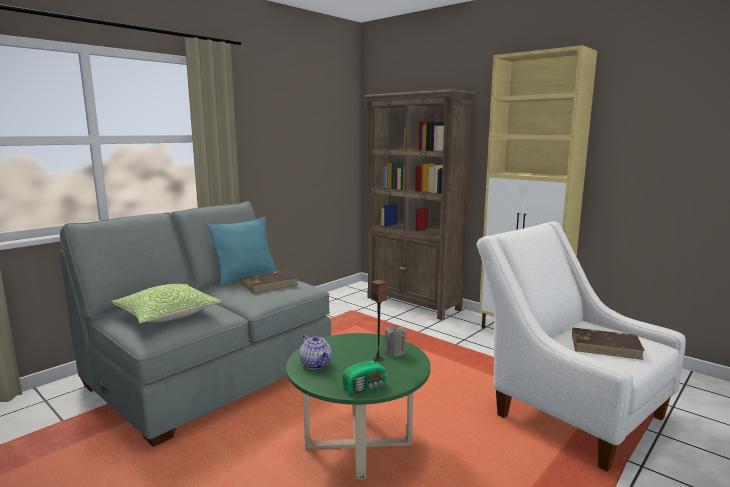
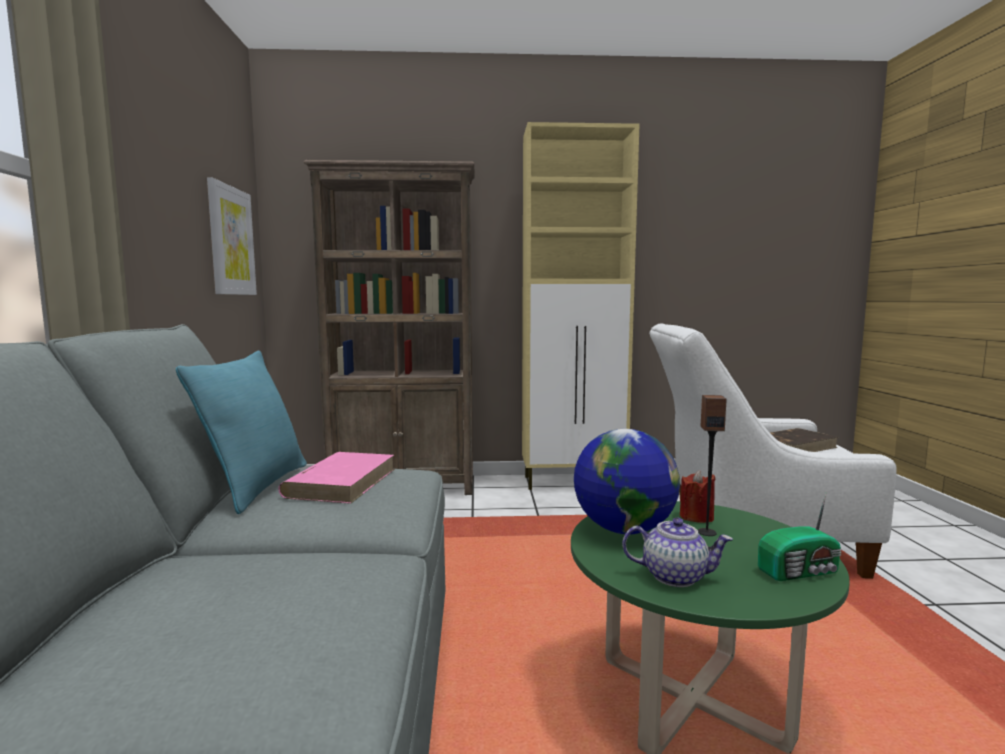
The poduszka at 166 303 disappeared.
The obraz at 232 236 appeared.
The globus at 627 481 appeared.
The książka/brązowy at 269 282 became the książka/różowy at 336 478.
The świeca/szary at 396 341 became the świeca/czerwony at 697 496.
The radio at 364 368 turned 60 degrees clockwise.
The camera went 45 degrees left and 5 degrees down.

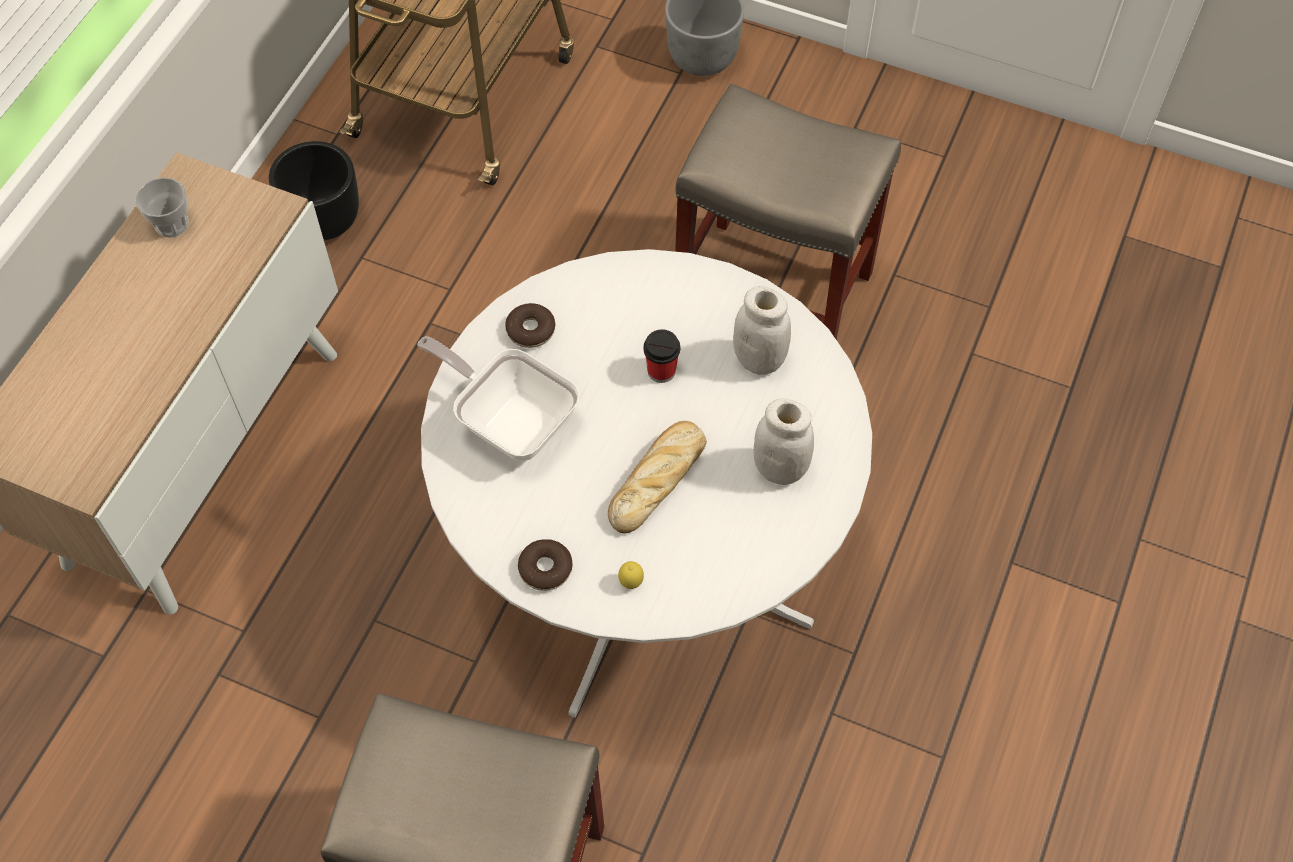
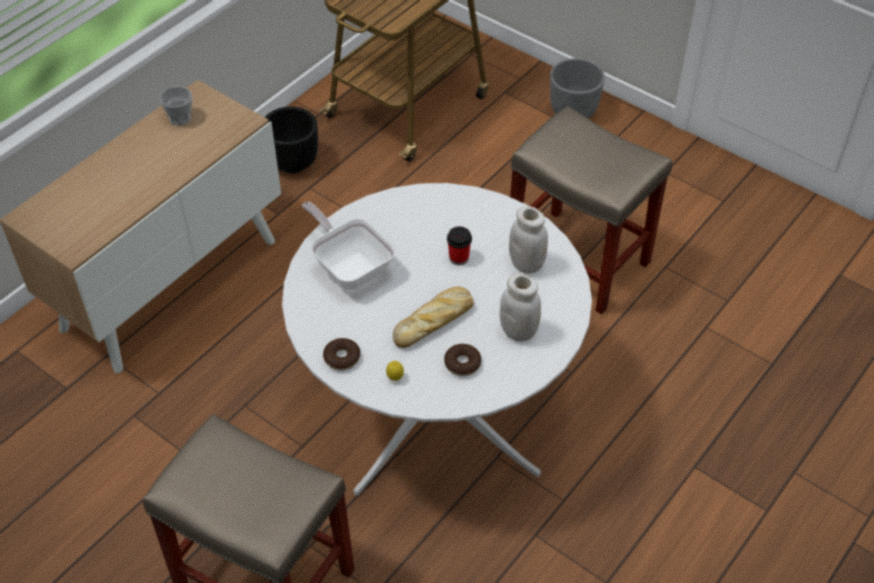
The donut moved from 530 325 to 462 360.
The camera went 15 degrees right and 10 degrees down.

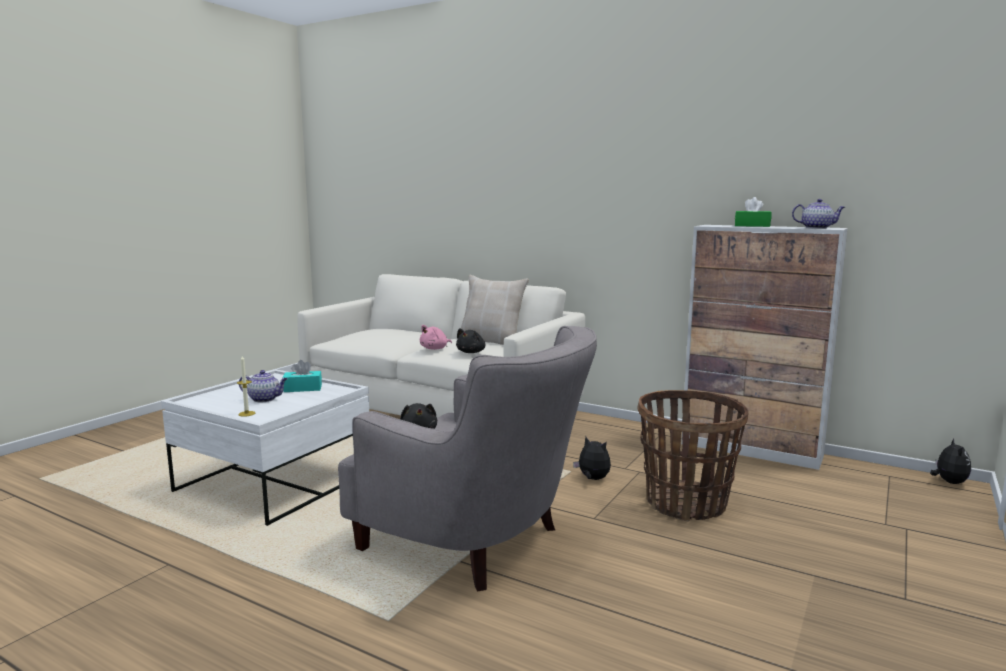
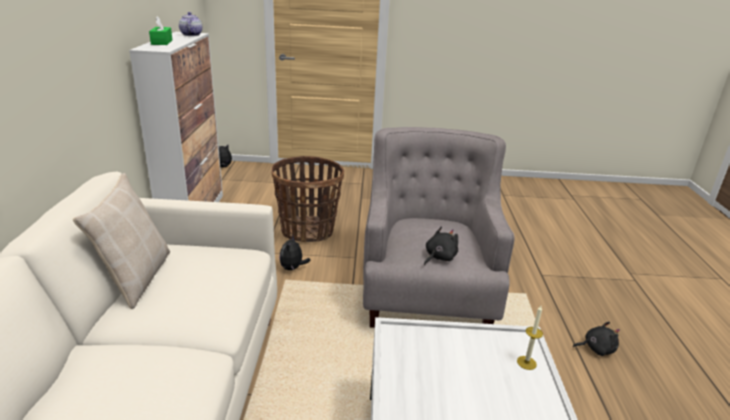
The imbryk at 263 386 disappeared.
The pudełko chusteczek/turkusowy at 302 376 disappeared.
The pluszak/różowy at 436 337 disappeared.
The pluszak/czarny moved from 470 340 to 596 339.
The camera went 120 degrees left and 15 degrees up.

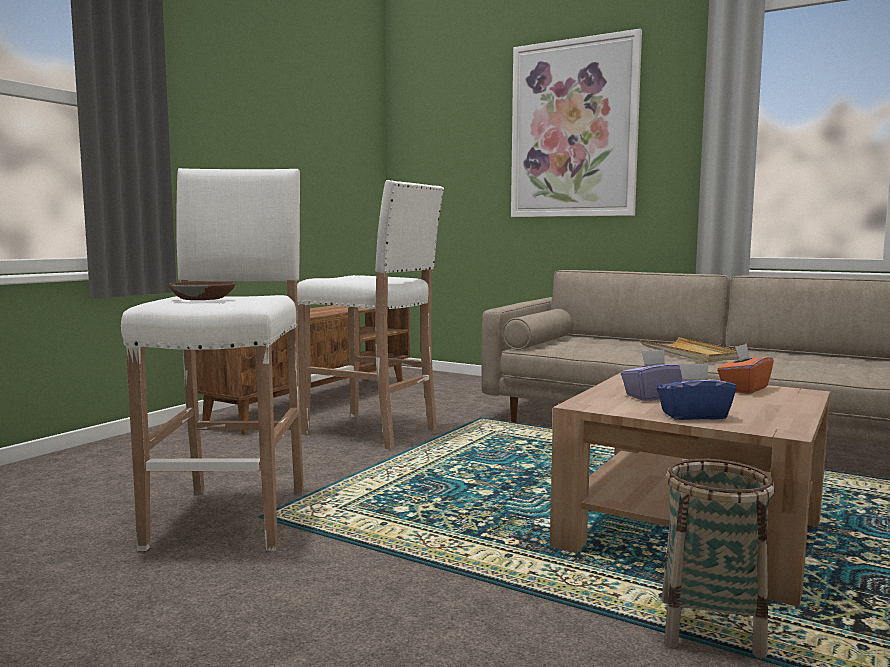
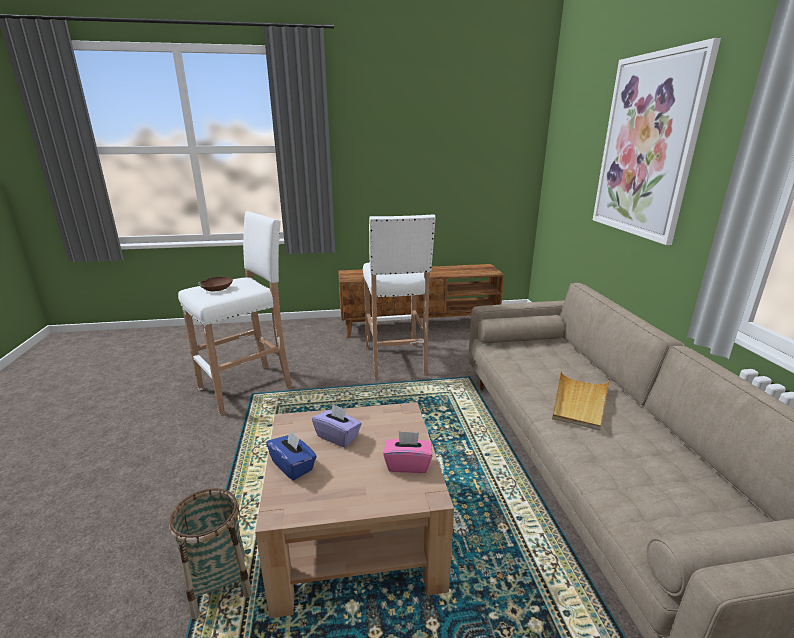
The pudełko chusteczek/pomarańczowy at 745 369 became the pudełko chusteczek/różowy at 407 452.
The camera went 50 degrees right and 15 degrees up.

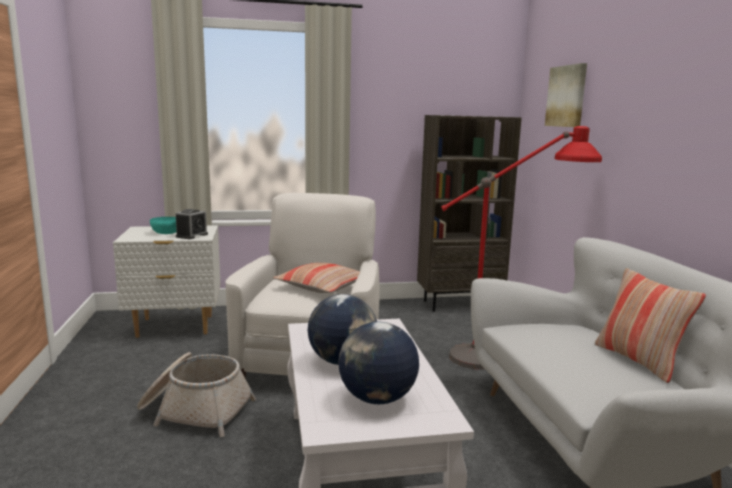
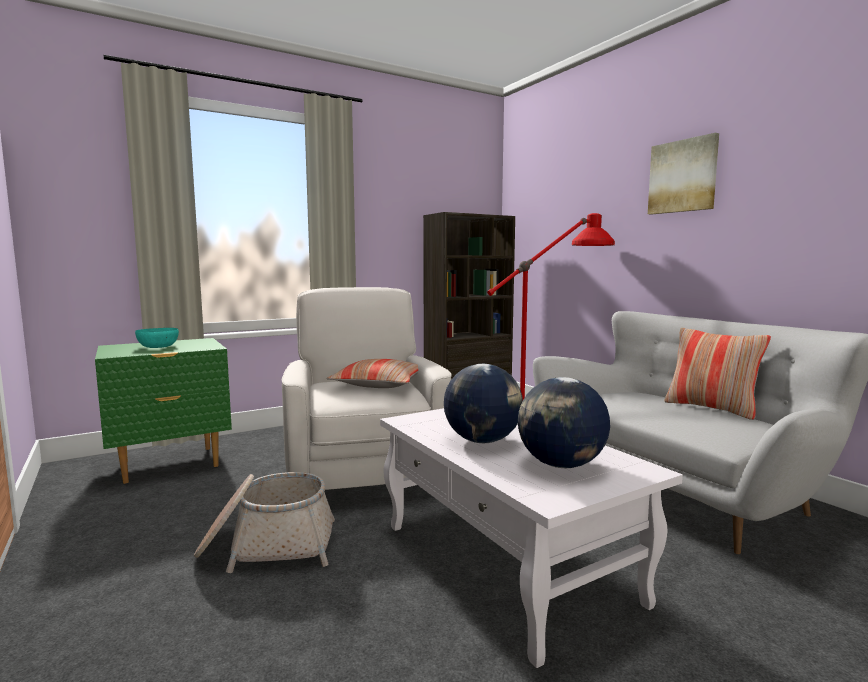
The budzik at 191 224 disappeared.
The obraz moved from 566 95 to 683 174.
The szafka nocna/biały at 166 281 became the szafka nocna/zielony at 163 411.
The camera went 20 degrees left and 5 degrees down.

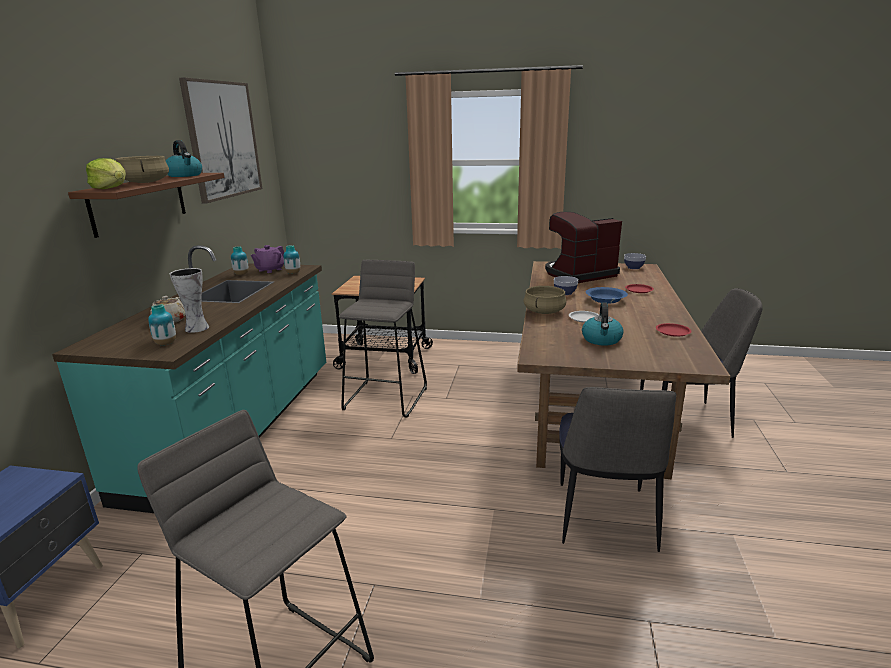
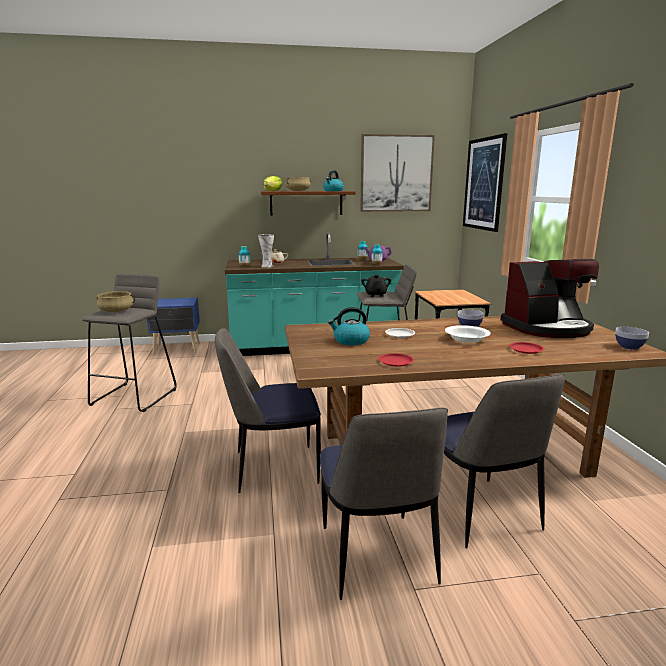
The krzesło at 384 504 appeared.
The imbryk/czarny at 376 286 appeared.
The obraz at 485 182 appeared.
The garnek/beżowy moved from 544 300 to 116 301.
The miska/niebieski at 607 295 became the miska/biały at 468 334.
The ekspres do kawy at 583 247 turned 120 degrees clockwise.
The camera went 70 degrees right and 5 degrees down.

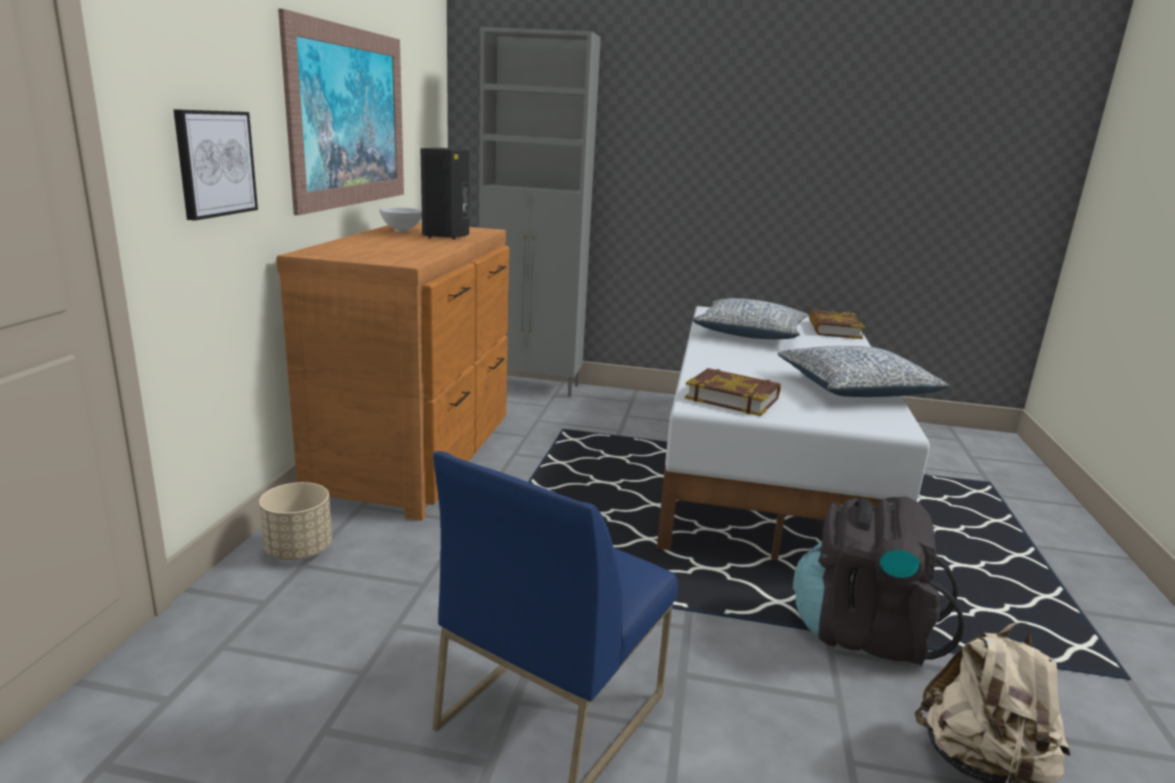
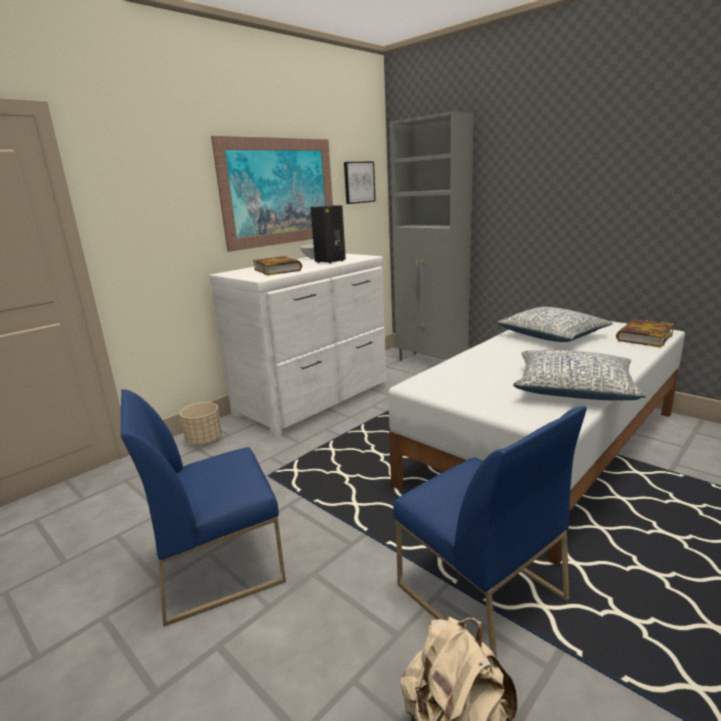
The obraz moved from 215 165 to 360 183.
The książka moved from 733 392 to 277 265.
The plecak/czarny at 878 581 was replaced by the krzesło/niebieski at 490 532.
The komoda/brązowy at 392 372 became the komoda/biały at 298 345.
The camera went 35 degrees right and 0 degrees up.

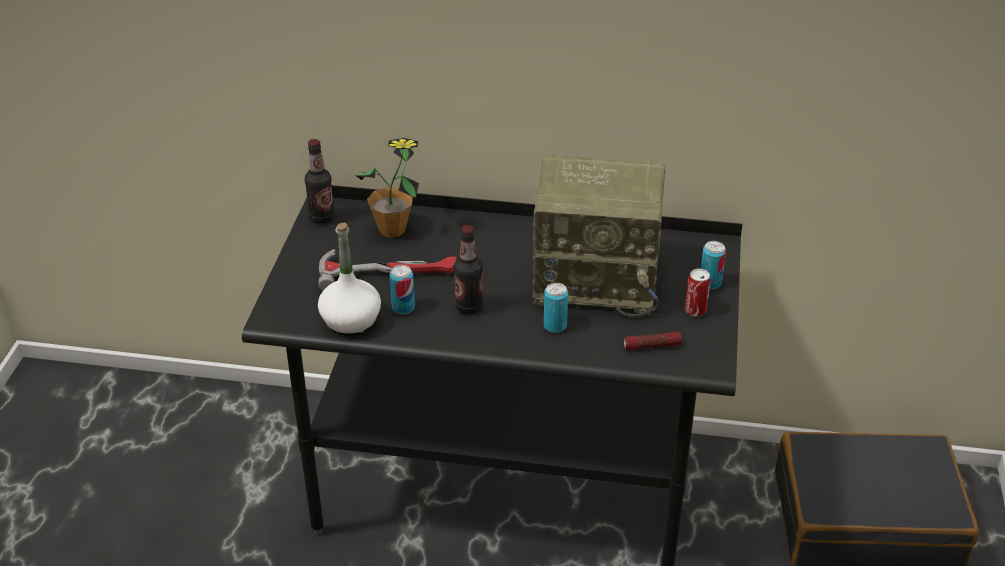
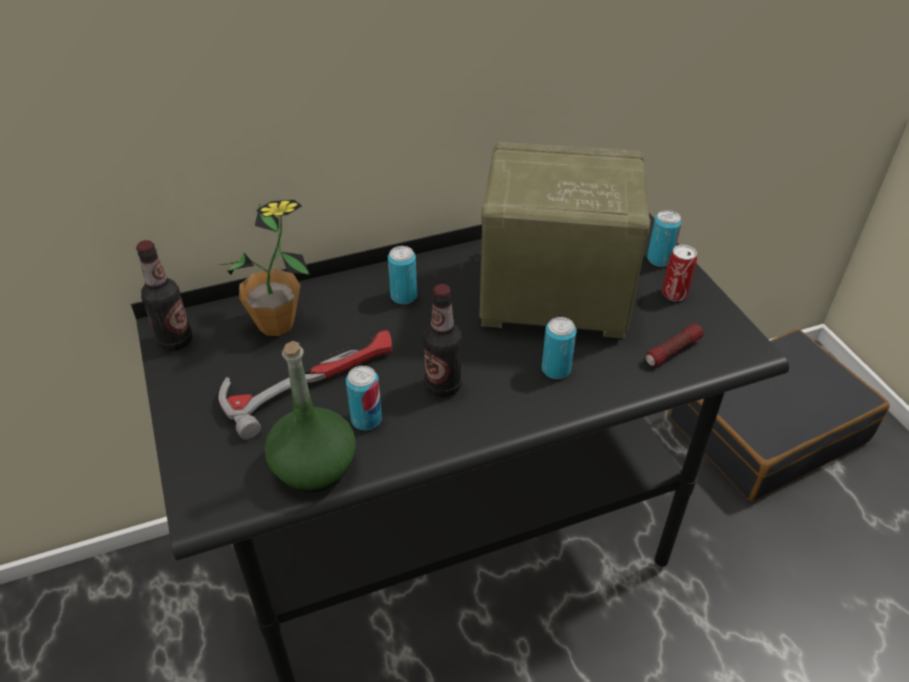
The puszka at 402 275 appeared.
The butelka/biały at 349 279 became the butelka/zielony at 310 416.
The radio at 598 236 turned 150 degrees counterclockwise.
The camera went 30 degrees left and 5 degrees up.

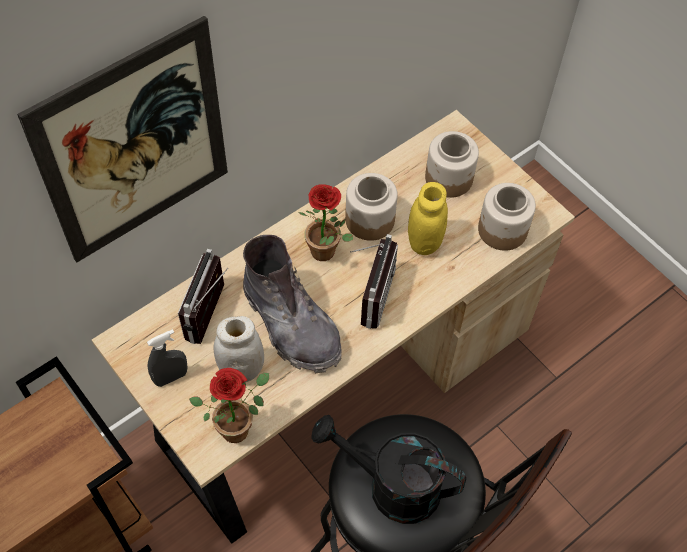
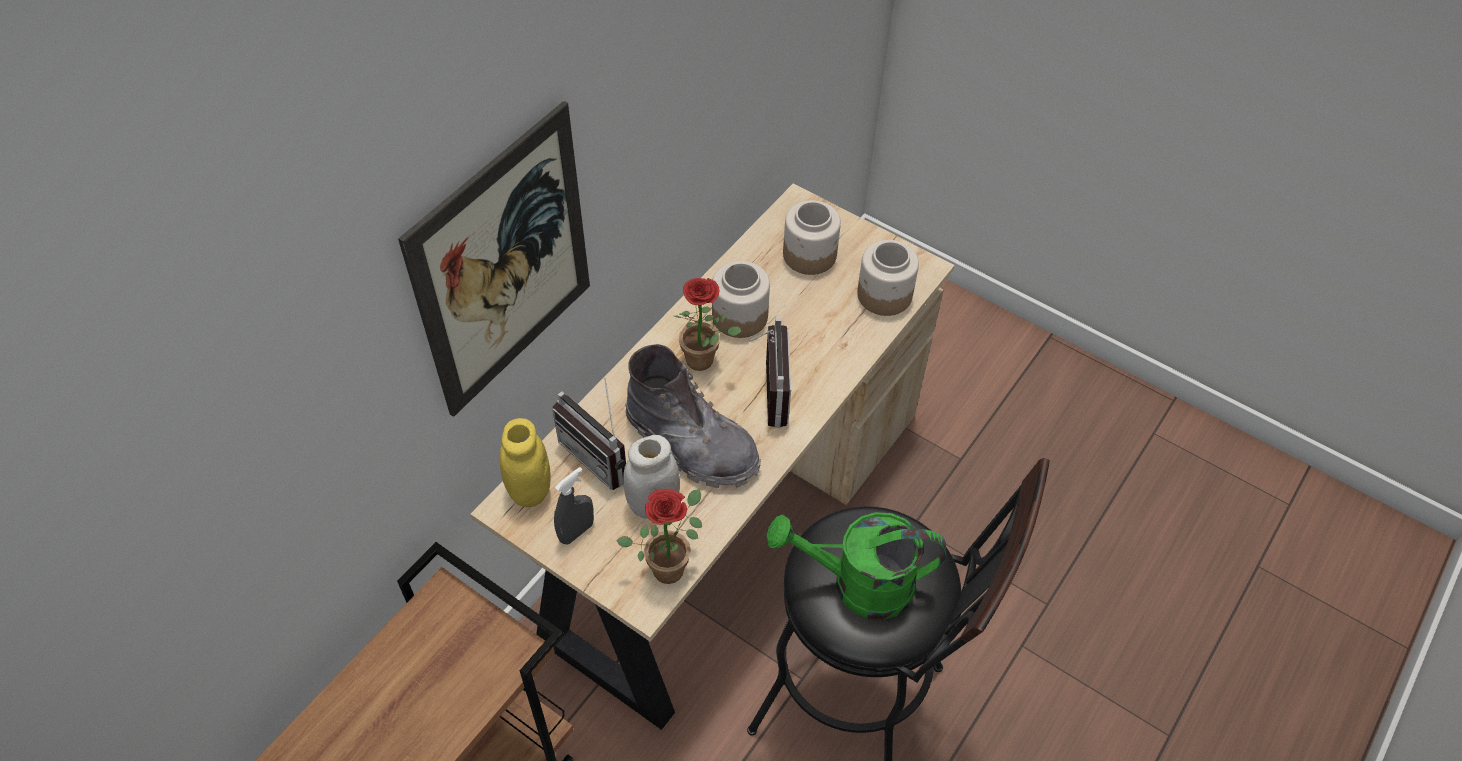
The słoik/żółty moved from 428 218 to 525 462.
The konewka/czarny at 388 469 became the konewka/zielony at 856 566.
The radio at 203 296 turned 45 degrees counterclockwise.
The camera went 15 degrees left and 5 degrees down.

